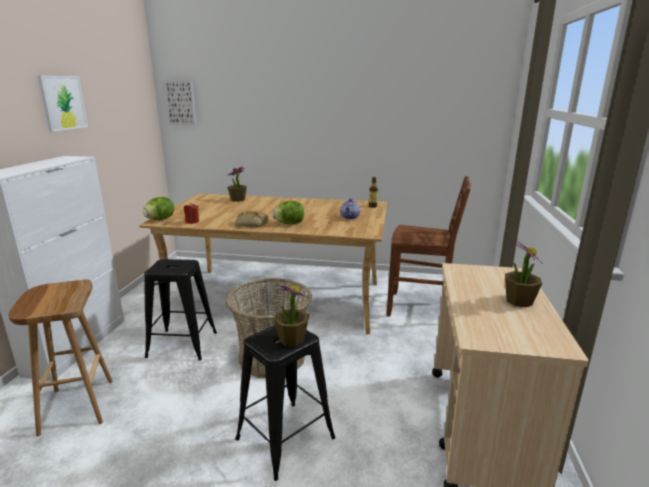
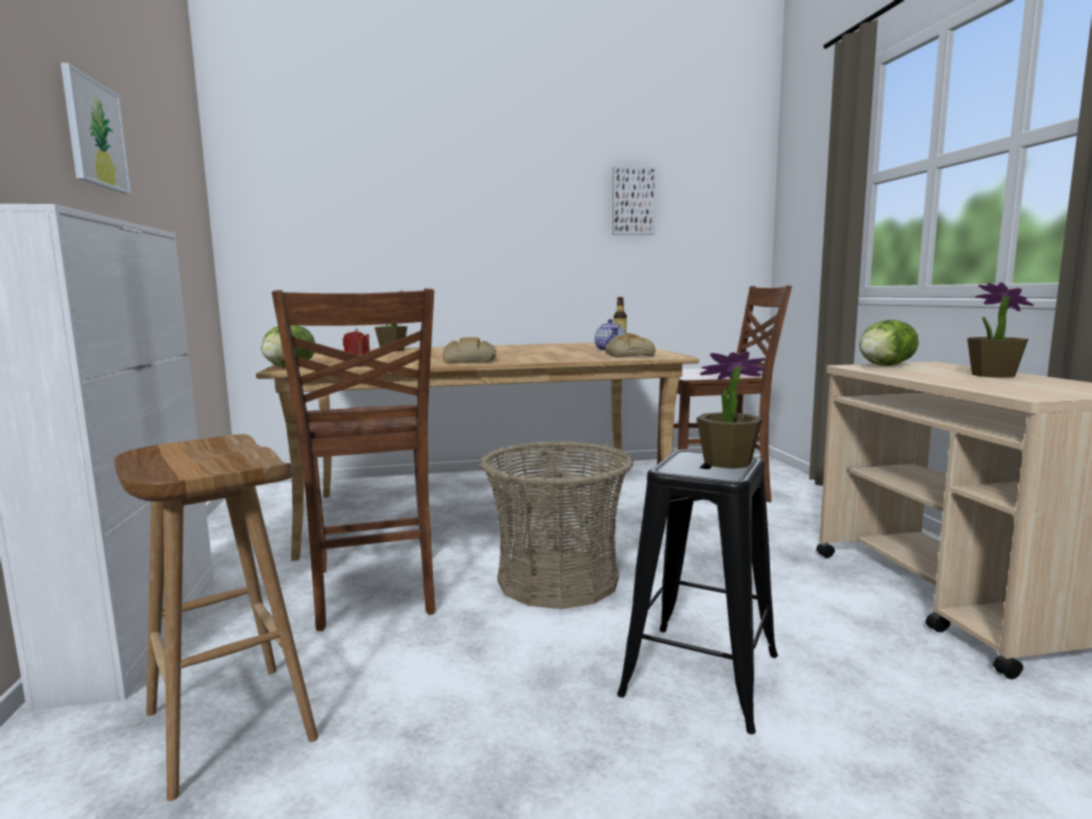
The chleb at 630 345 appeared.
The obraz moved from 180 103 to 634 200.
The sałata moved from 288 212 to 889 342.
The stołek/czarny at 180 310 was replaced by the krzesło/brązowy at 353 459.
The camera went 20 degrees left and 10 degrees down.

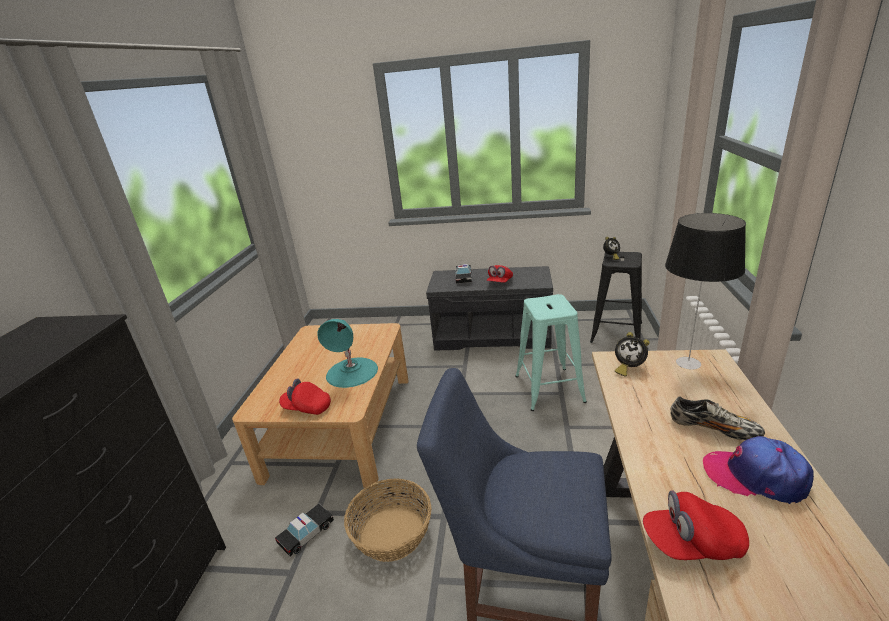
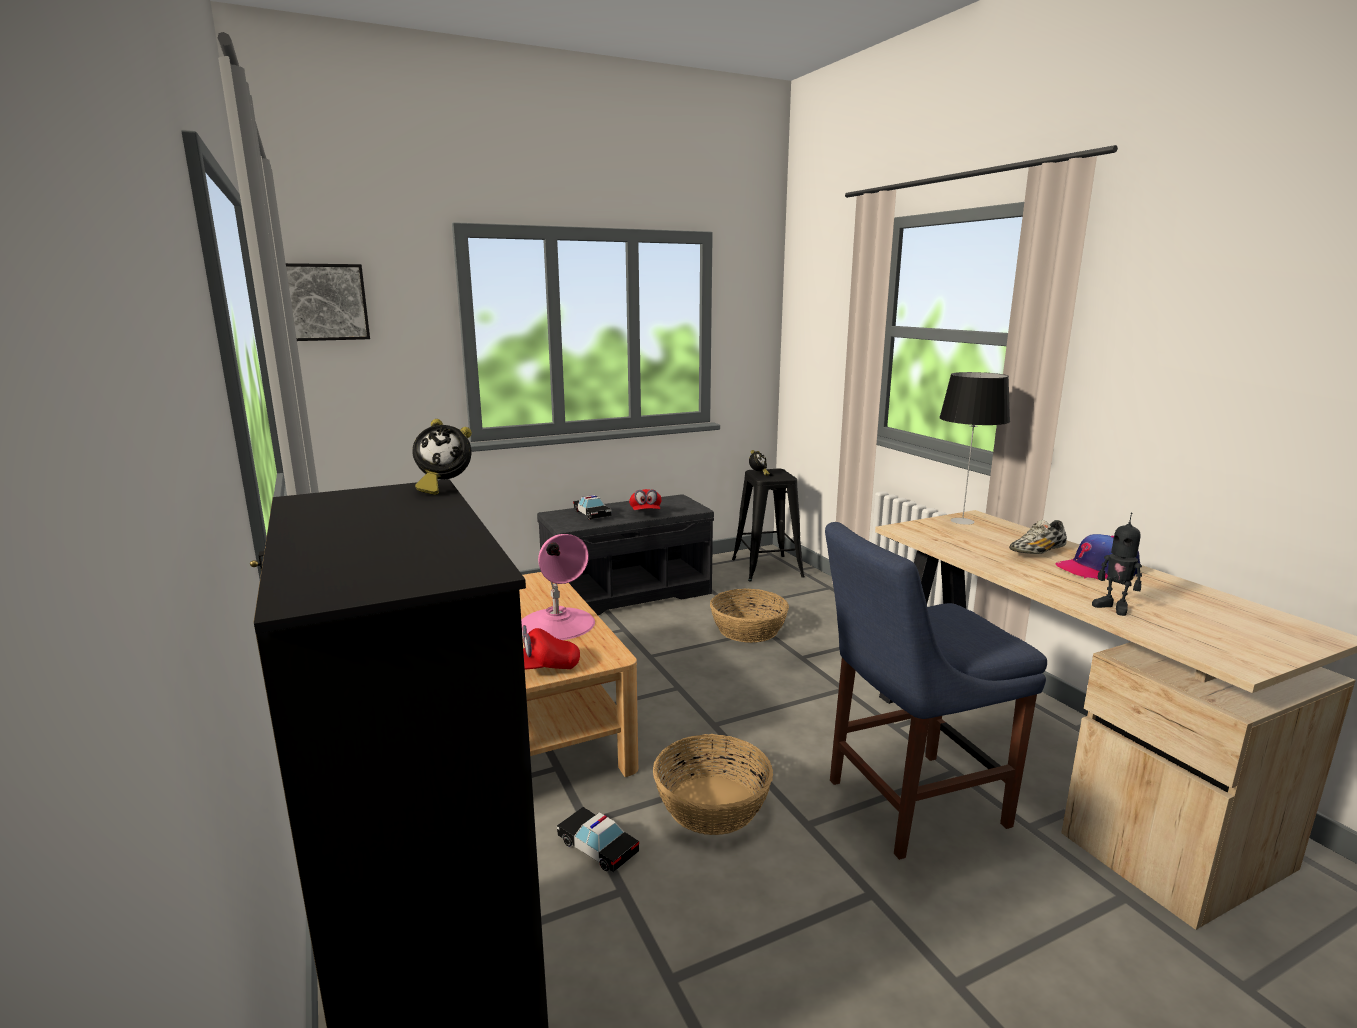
The obraz at 328 302 appeared.
The budzik moved from 632 354 to 442 457.
The stołek/turkusowy at 551 352 was replaced by the koszyk at 749 616.
The czapka z daszkiem/czerwony at 696 525 was replaced by the robot zabawkowy at 1117 564.
The lampa stołowa/turkusowy at 347 353 became the lampa stołowa/różowy at 558 587.
The samochodzik at 304 530 turned 60 degrees counterclockwise.
The but at 718 418 turned 150 degrees clockwise.
The camera went 35 degrees left and 10 degrees down.

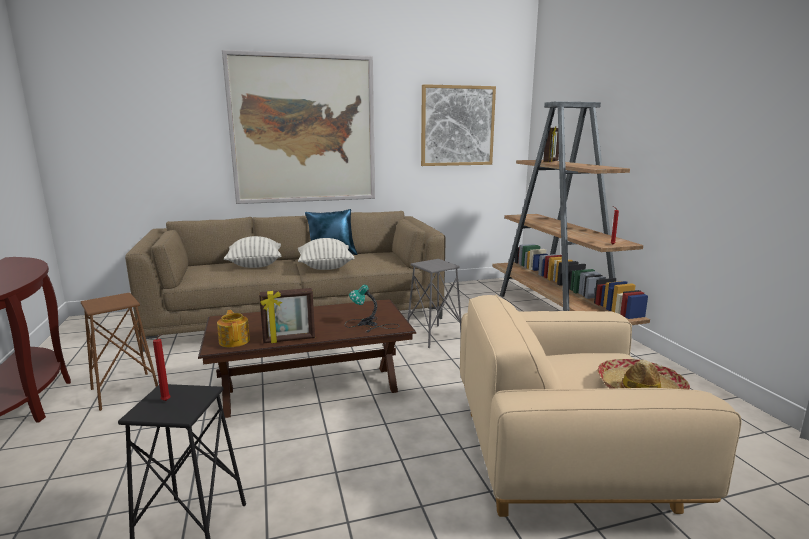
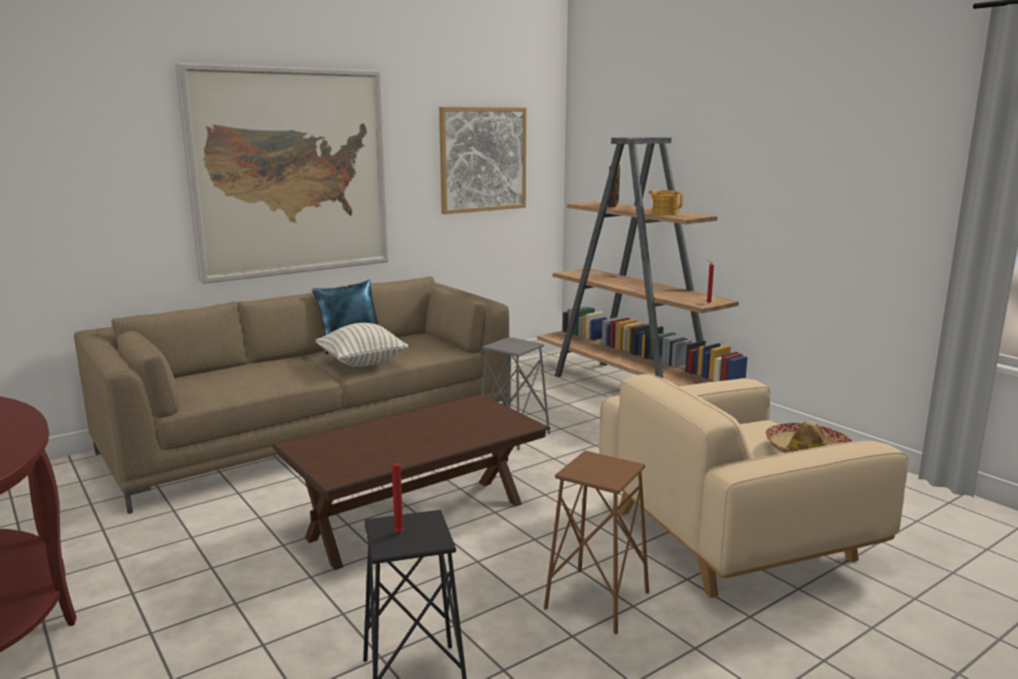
The poduszka at 252 252 disappeared.
The ramka na zdjęcie at 287 315 disappeared.
The lampa stołowa at 371 309 disappeared.
The stołek/brązowy moved from 119 351 to 596 542.
The imbryk moved from 233 328 to 665 202.
The camera went 20 degrees left and 0 degrees up.

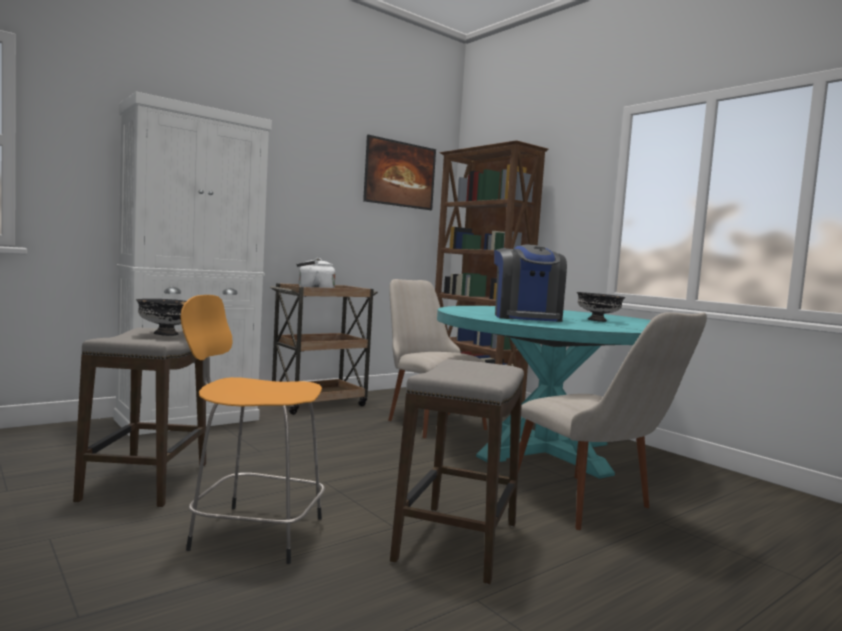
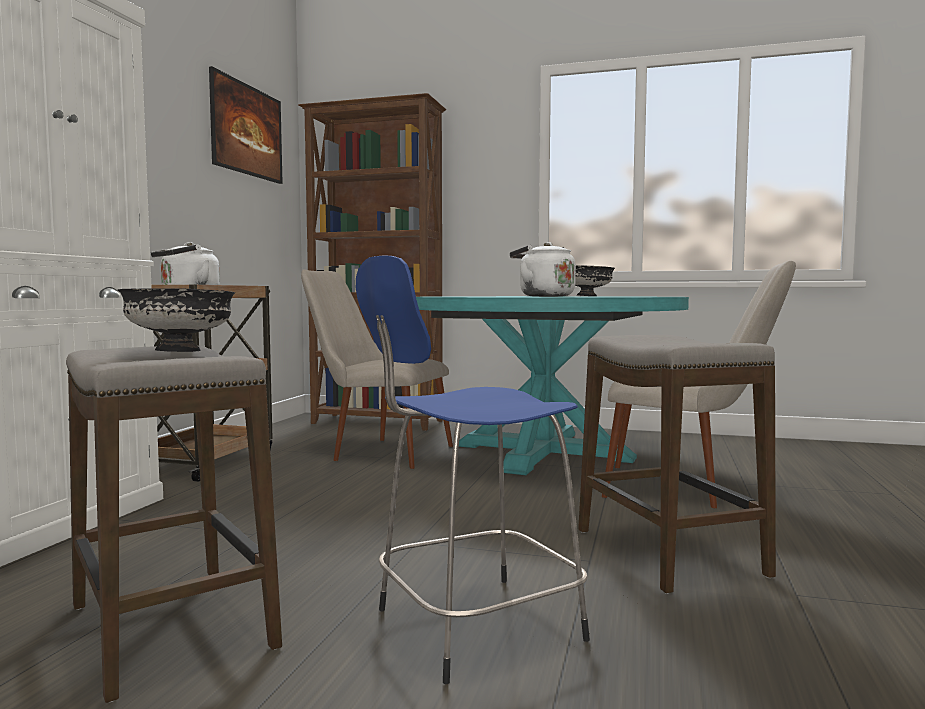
The ekspres do kawy at 530 283 was replaced by the czajnik/biały at 543 269.
The stołek/pomarańczowy at 252 429 became the stołek/niebieski at 473 470.
The camera went 35 degrees left and 0 degrees up.

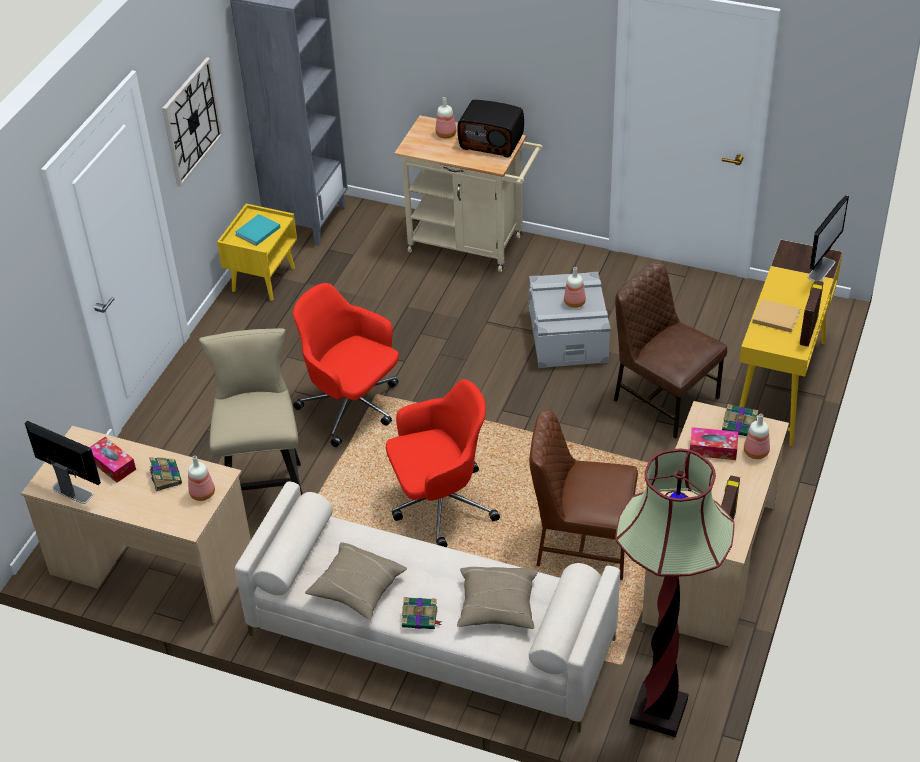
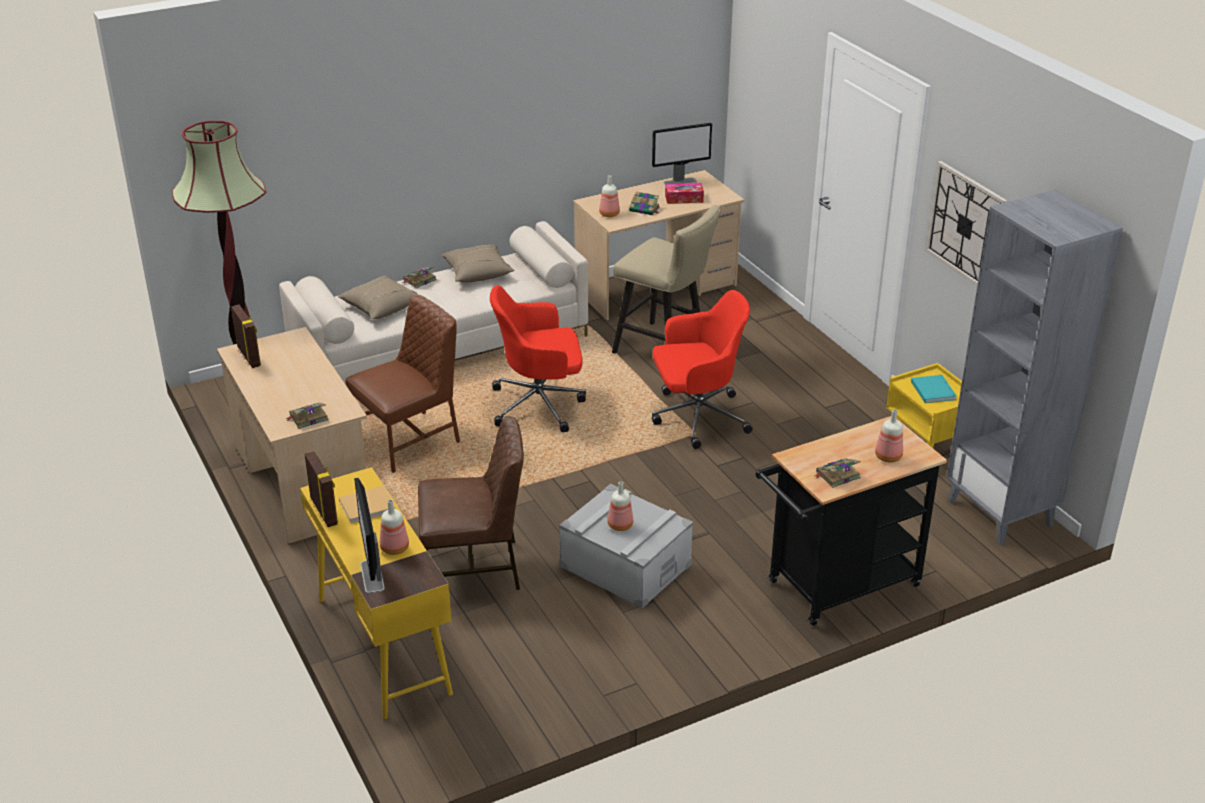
The pudełko chusteczek at 714 443 disappeared.
The butelka moved from 757 436 to 394 527.
The radio at 491 128 was replaced by the książka at 838 473.
The wózek/beżowy at 468 193 became the wózek/czarny at 851 521.
The krzesło biurowe/czerwony at 443 463 turned 60 degrees clockwise.
The camera went 130 degrees right and 10 degrees down.

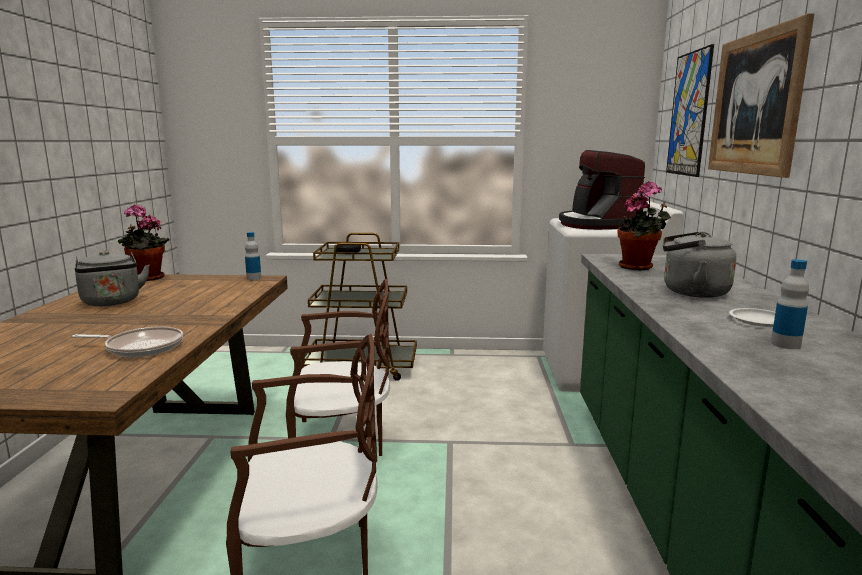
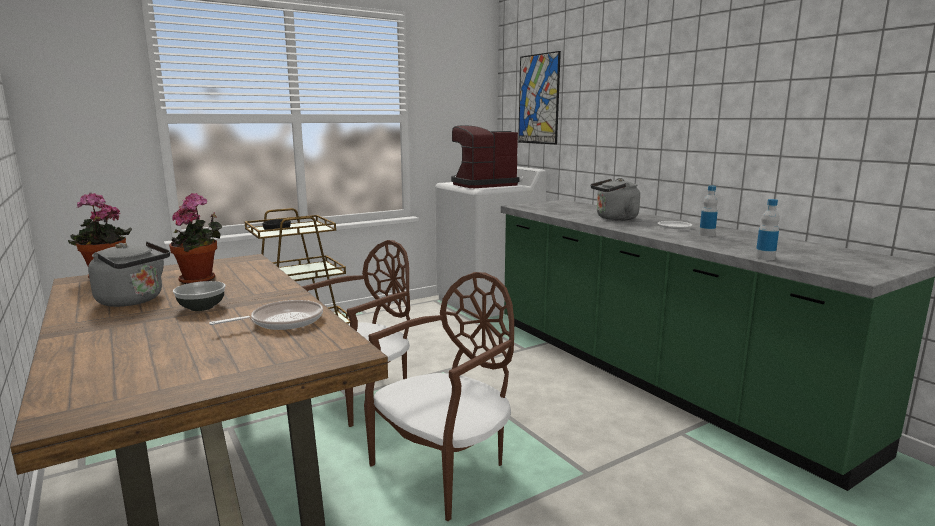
The obraz at 761 96 disappeared.
The miska at 199 296 appeared.
The butelka moved from 253 256 to 767 229.
The roślina doniczkowa moved from 644 225 to 195 238.
The ekspres do kawy at 602 190 turned 105 degrees clockwise.
The camera went 35 degrees left and 0 degrees up.

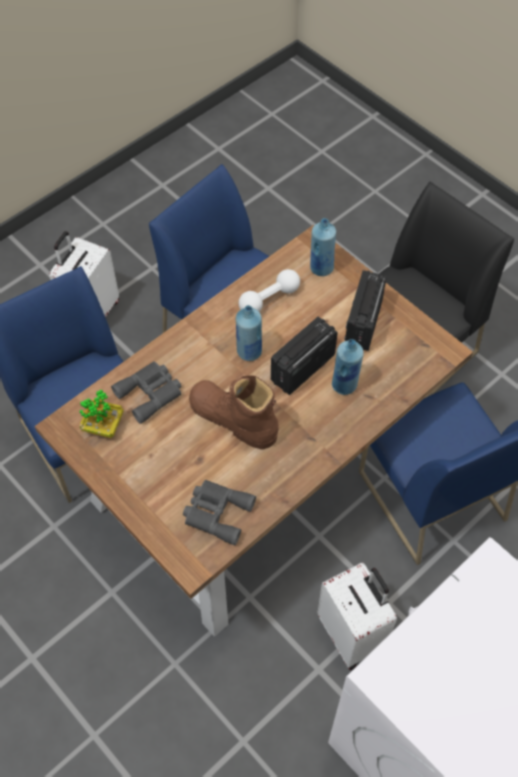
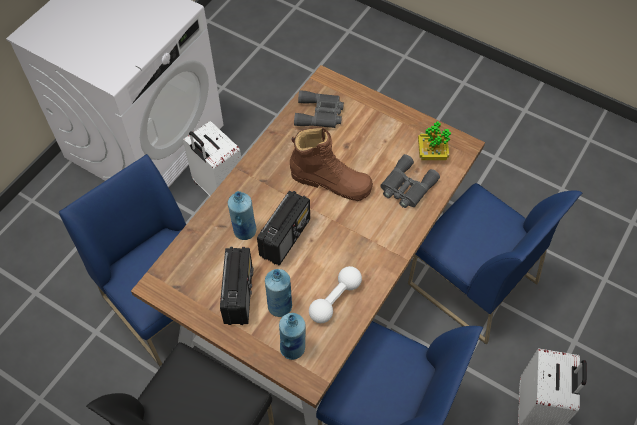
The butelka/niebieski moved from 249 333 to 278 293.
The camera went 165 degrees right and 0 degrees up.

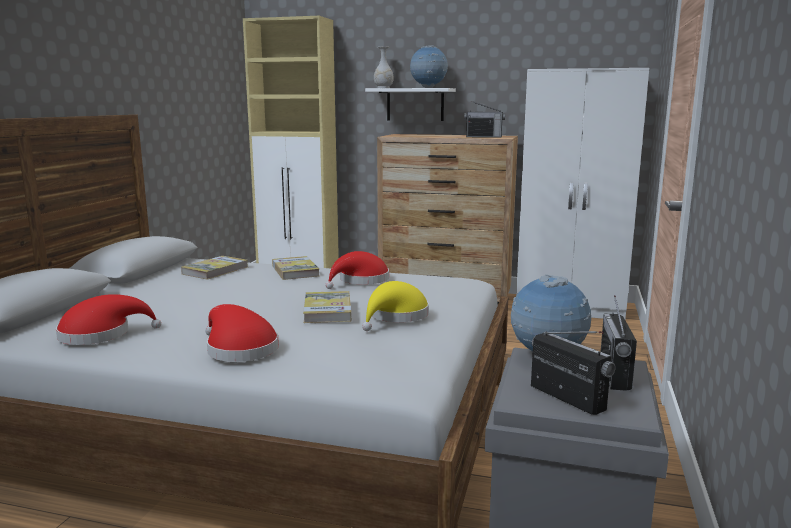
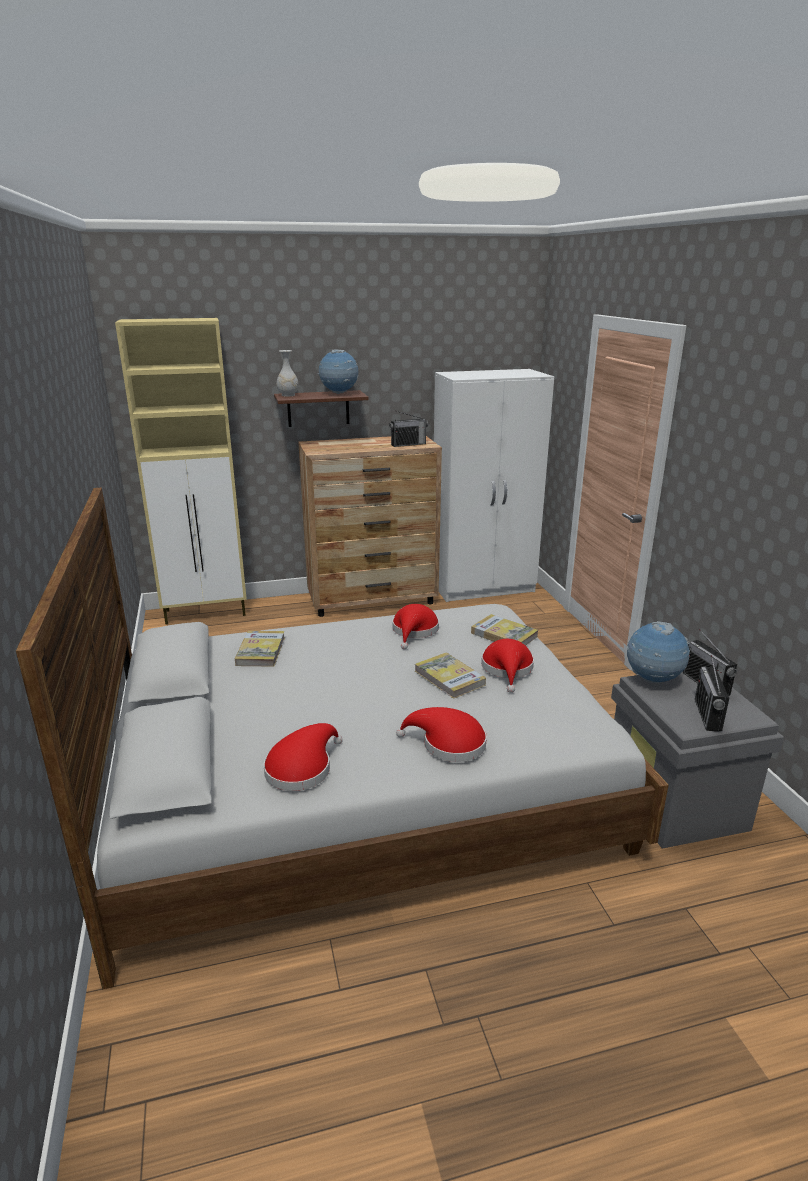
The książka moved from 295 268 to 504 630.
The kapelusz/żółty at 395 306 became the kapelusz/czerwony at 507 666.
The półka/biały at 410 104 became the półka/brązowy at 321 408.
The radio at 573 373 turned 105 degrees counterclockwise.
The camera went 30 degrees left and 10 degrees up.

